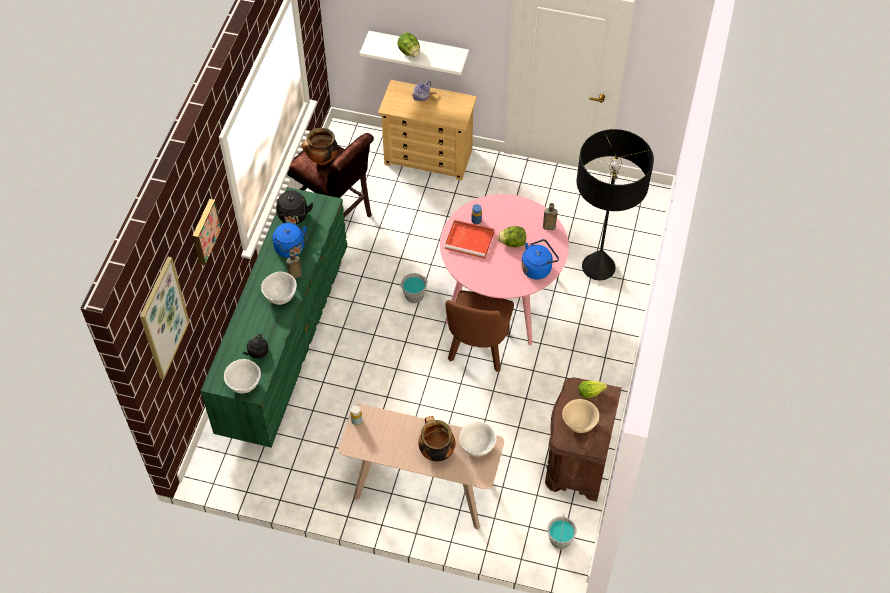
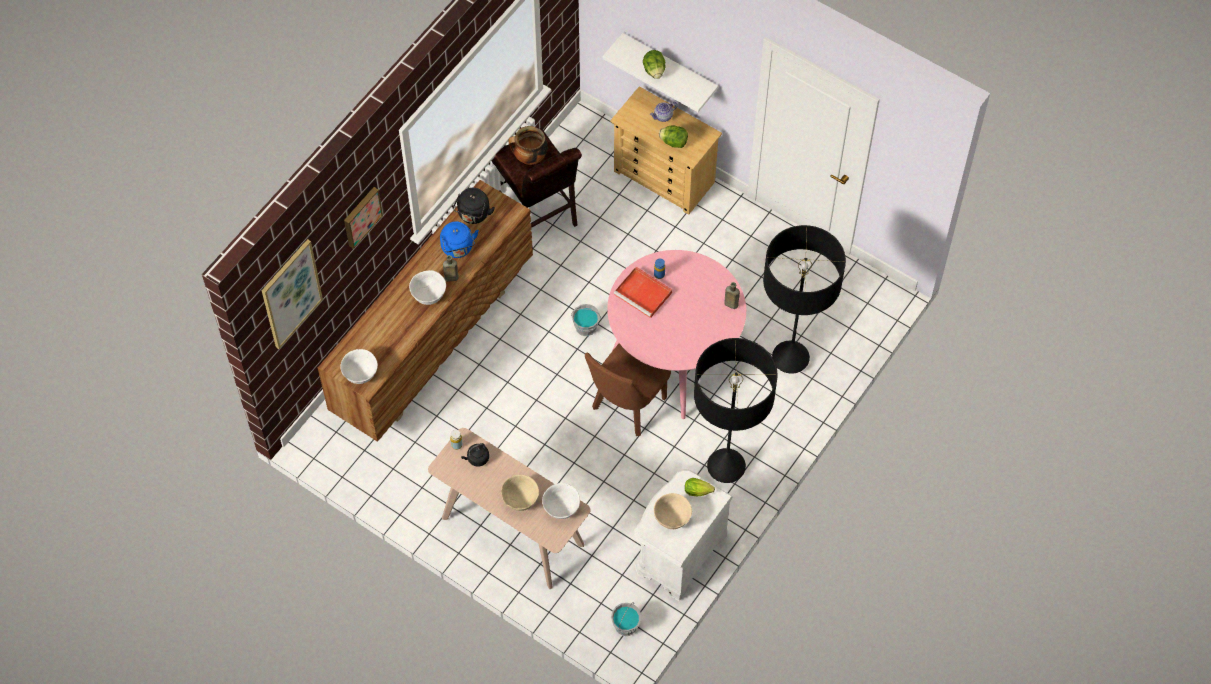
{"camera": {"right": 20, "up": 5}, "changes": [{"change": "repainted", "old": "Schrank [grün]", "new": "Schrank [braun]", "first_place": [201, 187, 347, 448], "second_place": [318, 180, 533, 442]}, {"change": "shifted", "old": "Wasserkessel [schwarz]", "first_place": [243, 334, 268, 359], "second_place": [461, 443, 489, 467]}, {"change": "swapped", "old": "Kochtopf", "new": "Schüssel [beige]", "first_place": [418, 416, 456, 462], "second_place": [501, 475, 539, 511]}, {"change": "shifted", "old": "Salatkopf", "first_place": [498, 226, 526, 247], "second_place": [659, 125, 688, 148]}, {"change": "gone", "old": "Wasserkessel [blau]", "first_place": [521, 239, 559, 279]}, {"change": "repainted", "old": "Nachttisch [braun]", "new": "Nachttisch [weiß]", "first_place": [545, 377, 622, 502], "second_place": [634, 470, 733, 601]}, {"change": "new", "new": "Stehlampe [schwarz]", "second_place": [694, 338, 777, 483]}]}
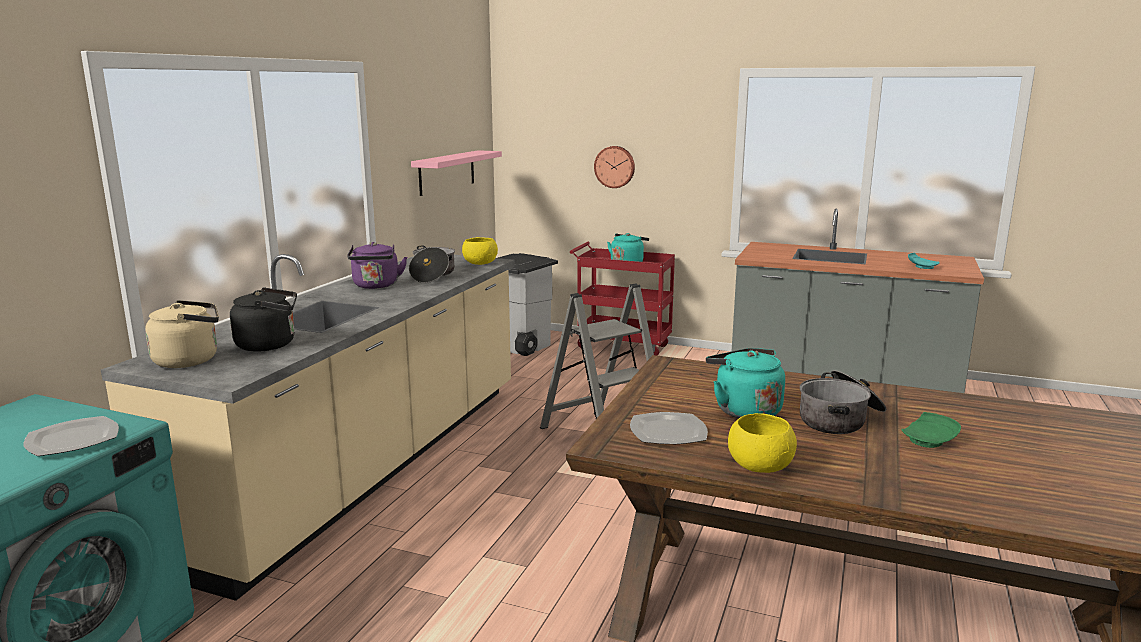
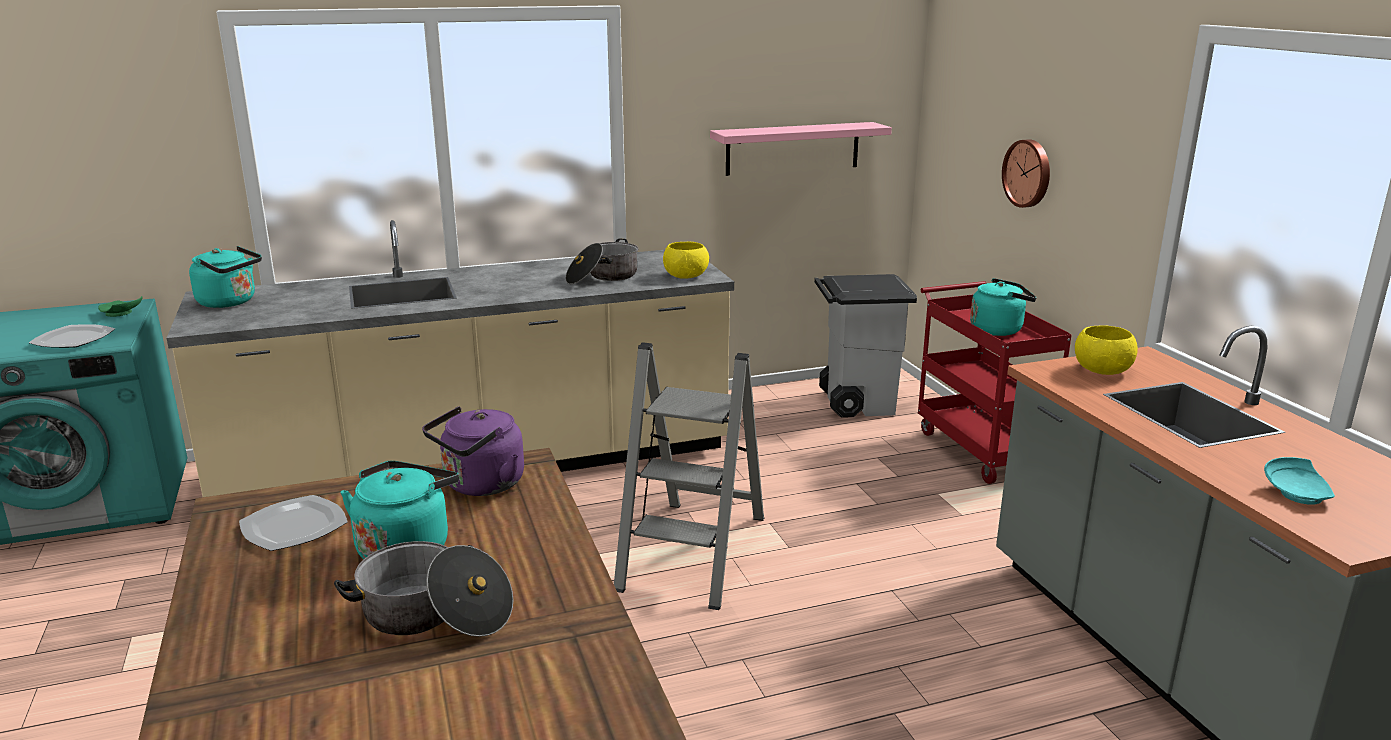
{"camera": {"right": 50, "up": 5}, "changes": [{"change": "repainted", "old": "Wasserkessel [beige]", "new": "Wasserkessel [türkis]", "first_place": [145, 300, 219, 368], "second_place": [189, 246, 262, 308]}, {"change": "gone", "old": "Wasserkessel [schwarz]", "first_place": [230, 288, 297, 351]}, {"change": "shifted", "old": "Wasserkessel [lila]", "first_place": [347, 242, 407, 289], "second_place": [422, 406, 524, 496]}, {"change": "shifted", "old": "Schüssel [gelb]", "first_place": [728, 413, 797, 473], "second_place": [1075, 325, 1138, 375]}, {"change": "shifted", "old": "Teller [grün]", "first_place": [901, 412, 961, 448], "second_place": [98, 296, 142, 317]}]}
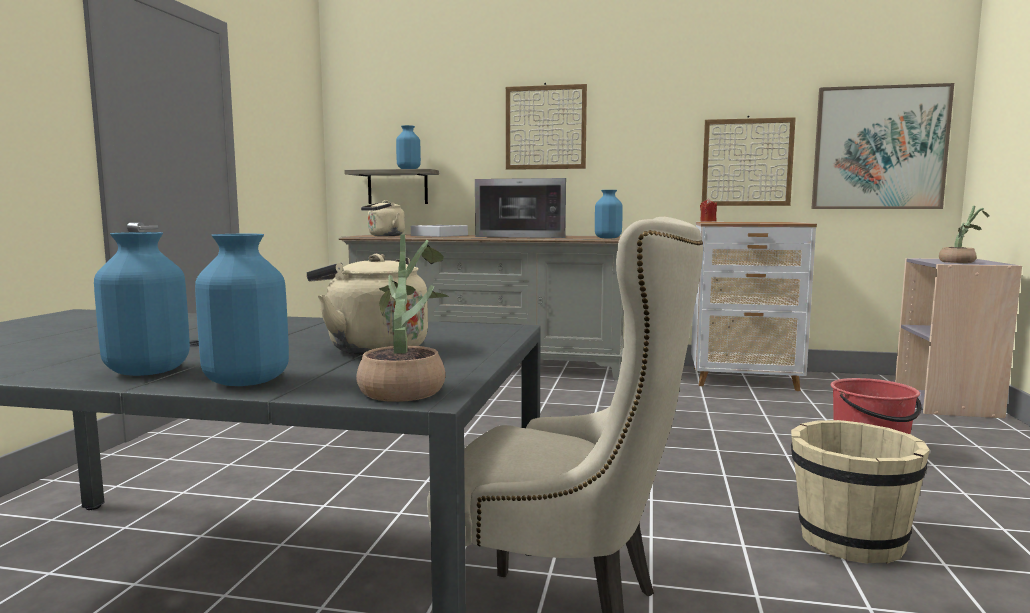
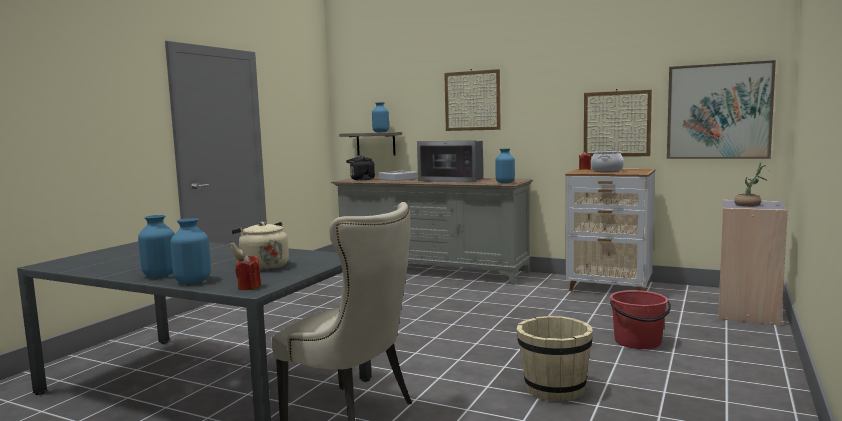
{"camera": {"right": 15, "up": 0}, "changes": [{"change": "swapped", "old": "Topfpflanze", "new": "Kerze [rot]", "first_place": [356, 235, 449, 402], "second_place": [235, 255, 261, 290]}, {"change": "repainted", "old": "Wasserkessel [beige]", "new": "Wasserkessel [schwarz]", "first_place": [361, 200, 405, 236], "second_place": [346, 156, 375, 180]}, {"change": "new", "new": "Kochtopf", "second_place": [591, 151, 624, 172]}]}
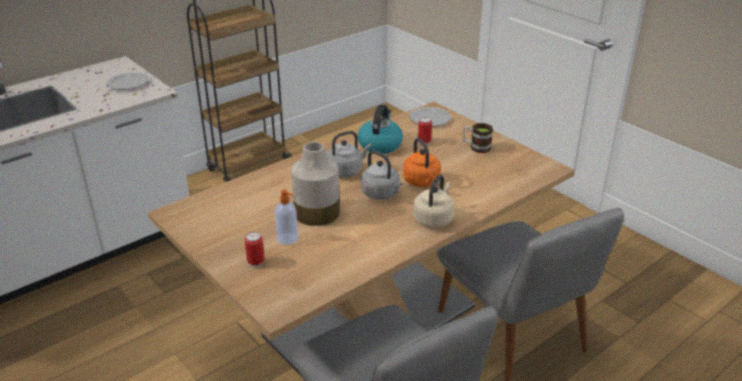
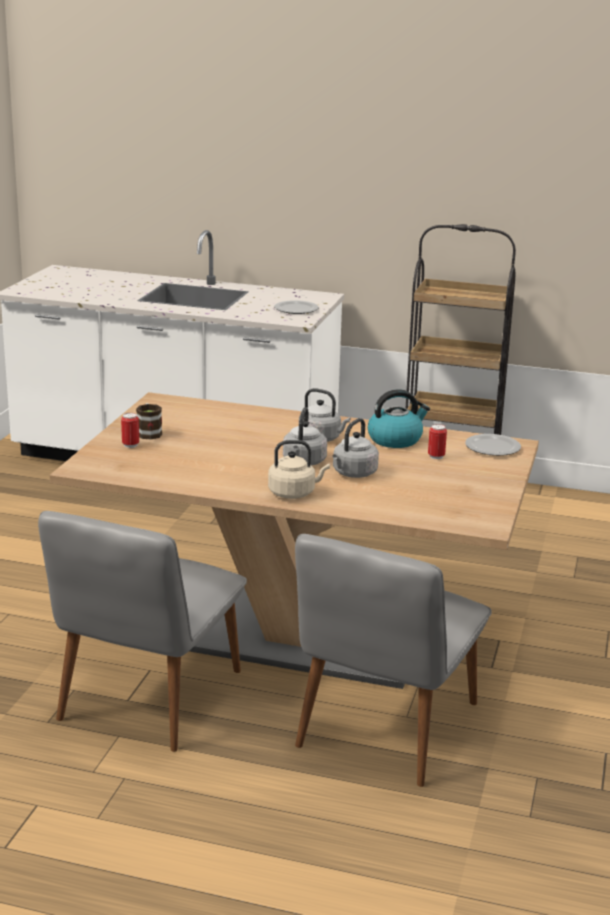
{"camera": {"right": 55, "up": -10}, "changes": [{"change": "gone", "old": "Seifenspender", "first_place": [275, 189, 298, 245]}, {"change": "gone", "old": "Vase [beige]", "first_place": [291, 142, 340, 226]}, {"change": "repainted", "old": "Wasserkessel [orange]", "new": "Wasserkessel [grau]", "first_place": [403, 138, 441, 187], "second_place": [333, 418, 379, 478]}, {"change": "shifted", "old": "Henkelbecher", "first_place": [463, 123, 493, 153], "second_place": [136, 403, 162, 440]}]}
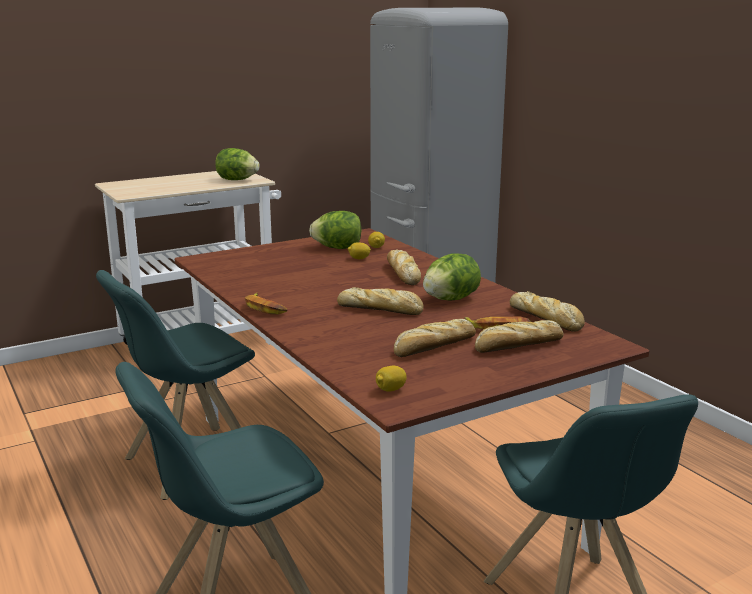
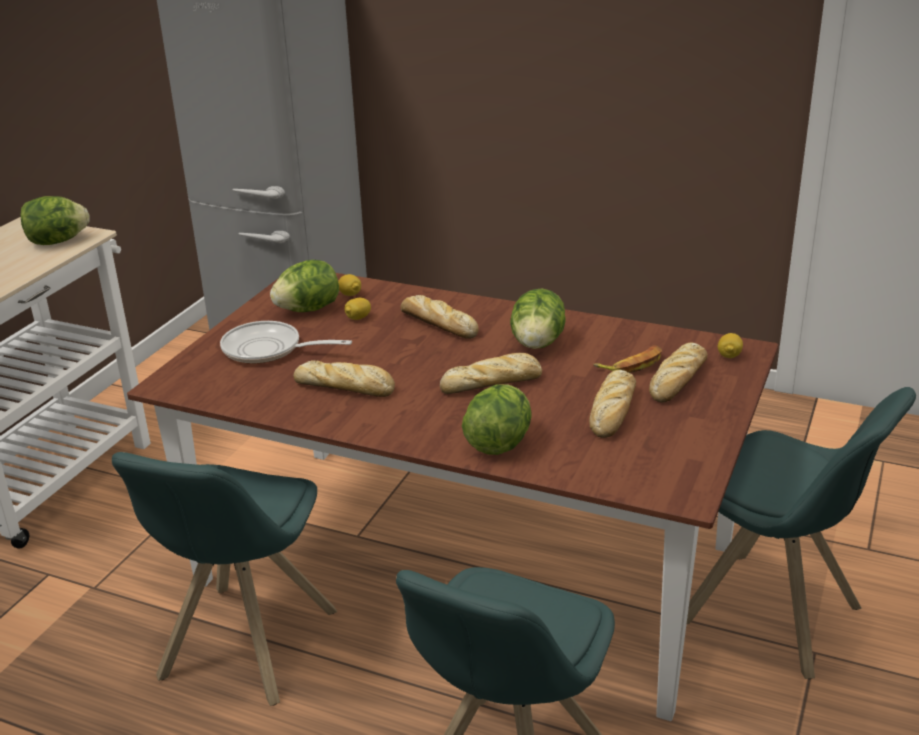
{"camera": {"right": -35, "up": 10}, "changes": [{"change": "gone", "old": "Banane", "first_place": [245, 293, 287, 315]}, {"change": "shifted", "old": "Zitrone", "first_place": [376, 366, 407, 392], "second_place": [718, 333, 743, 358]}, {"change": "shifted", "old": "Brot", "first_place": [510, 291, 585, 332], "second_place": [293, 360, 395, 397]}, {"change": "new", "new": "Pfanne", "second_place": [220, 321, 352, 364]}, {"change": "new", "new": "Salatkopf", "second_place": [462, 384, 532, 455]}]}
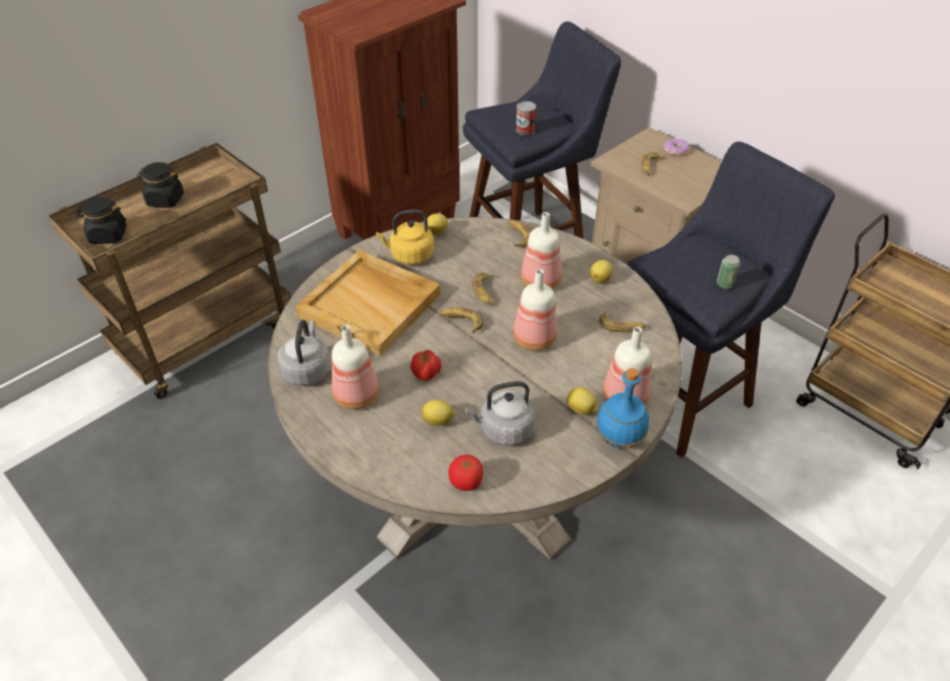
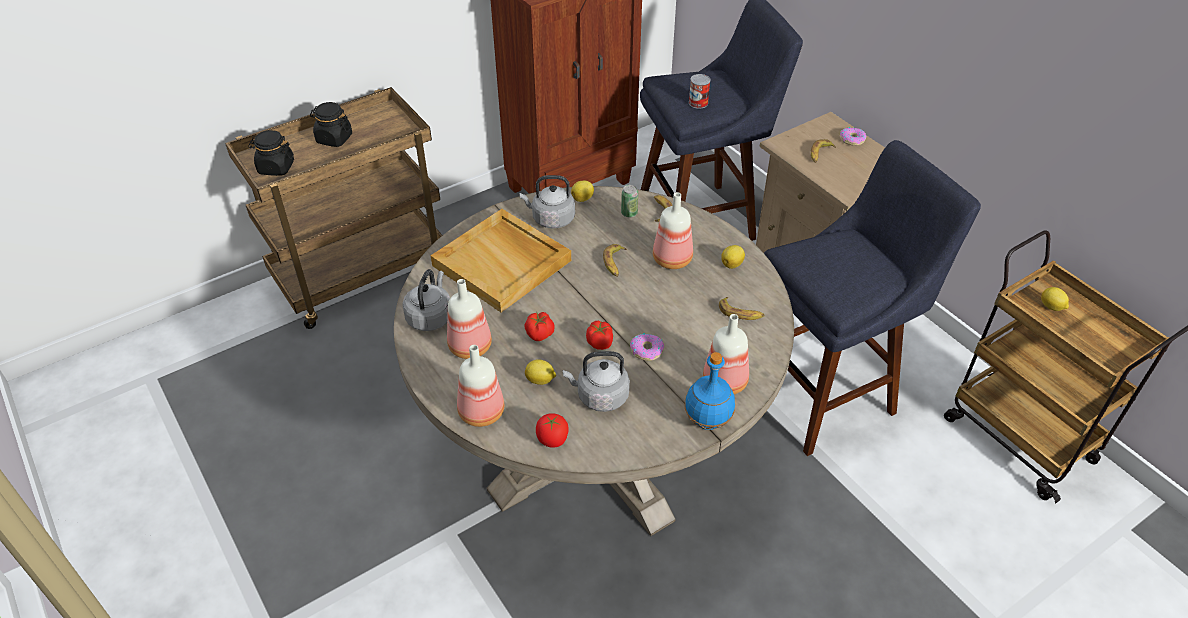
{"camera": {"right": 10, "up": 0}, "changes": [{"change": "repainted", "old": "Wasserkessel [gelb]", "new": "Wasserkessel [grau]", "first_place": [376, 210, 434, 265], "second_place": [520, 175, 575, 228]}, {"change": "gone", "old": "Banane", "first_place": [439, 307, 483, 333]}, {"change": "shifted", "old": "Flasche", "first_place": [513, 269, 557, 351], "second_place": [457, 345, 504, 427]}, {"change": "shifted", "old": "Zitrone", "first_place": [567, 387, 597, 415], "second_place": [1041, 287, 1069, 311]}, {"change": "shifted", "old": "Dose", "first_place": [717, 255, 740, 289], "second_place": [621, 185, 638, 217]}, {"change": "new", "new": "Tomate", "second_place": [586, 321, 613, 350]}, {"change": "new", "new": "Donut", "second_place": [630, 333, 664, 361]}]}
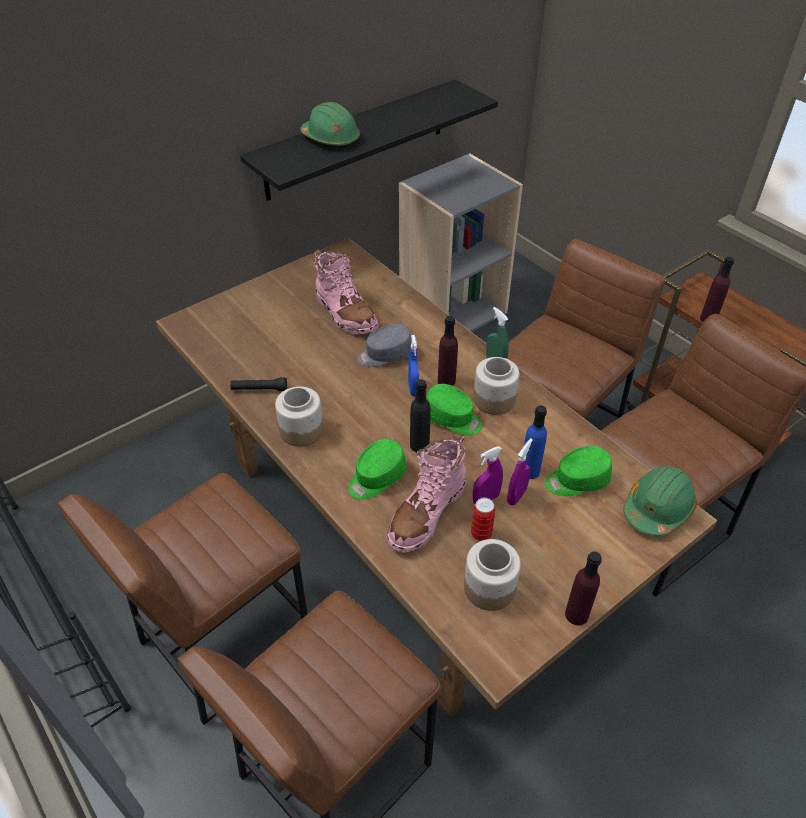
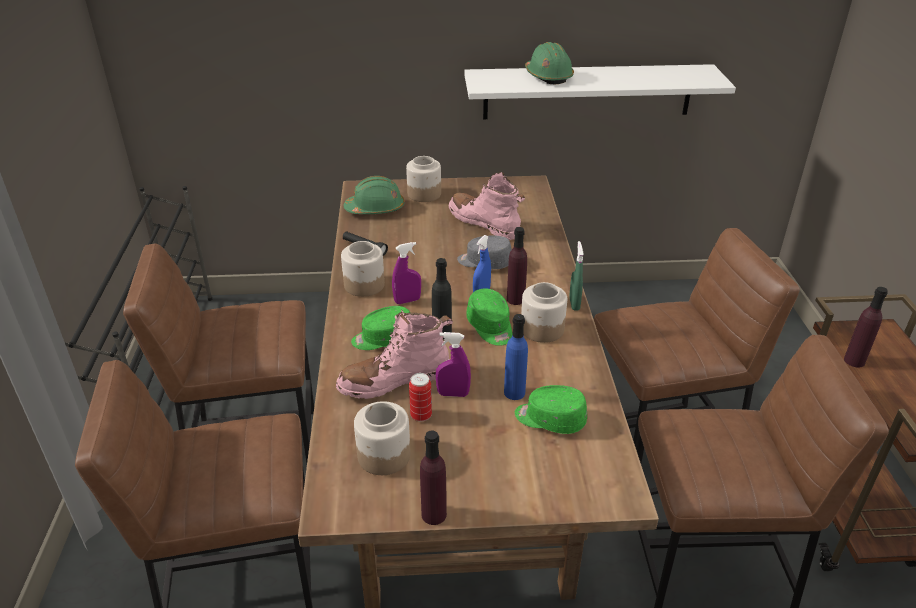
{"camera": {"right": 35, "up": -10}, "changes": [{"change": "repainted", "old": "Wandregal [schwarz]", "new": "Wandregal [weiß]", "first_place": [240, 79, 498, 201], "second_place": [464, 64, 736, 119]}, {"change": "rotated", "old": "Stiefel [rosa]", "first_place": [313, 249, 378, 334], "second_place": [449, 172, 525, 240], "degrees": 135}, {"change": "gone", "old": "Bücherregal [grau]", "first_place": [399, 153, 523, 332]}, {"change": "shifted", "old": "Sprühflasche [lila]", "first_place": [507, 438, 533, 505], "second_place": [392, 242, 421, 304]}, {"change": "shifted", "old": "Schutzhelm [grün]", "first_place": [623, 466, 697, 536], "second_place": [343, 176, 405, 214]}, {"change": "new", "new": "Vorratsglas", "second_place": [406, 156, 441, 202]}]}
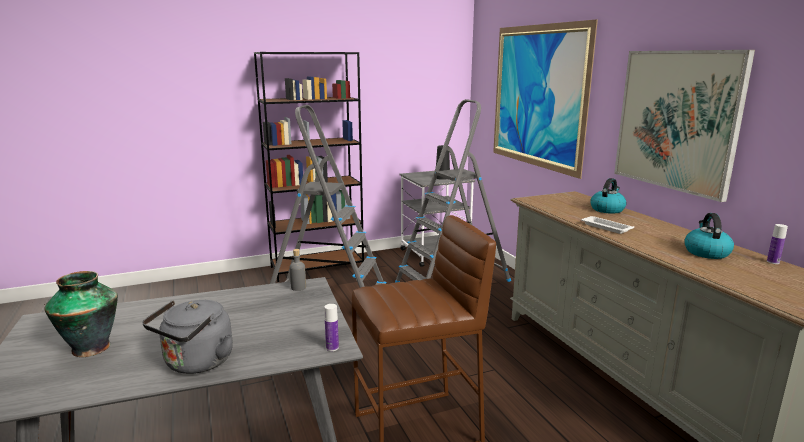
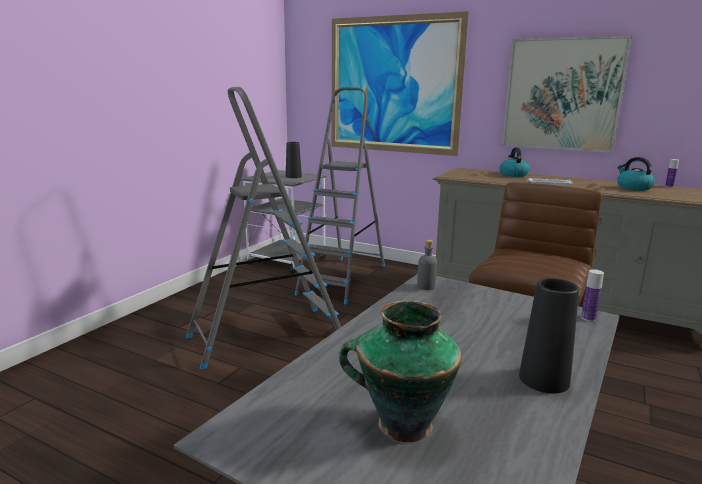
{"camera": {"right": -40, "up": 0}, "changes": [{"change": "swapped", "old": "Wasserkessel [grau]", "new": "Vase [schwarz]", "first_place": [142, 300, 233, 374], "second_place": [519, 278, 579, 394]}, {"change": "gone", "old": "Bücherregal [braun]", "first_place": [254, 52, 364, 282]}]}
